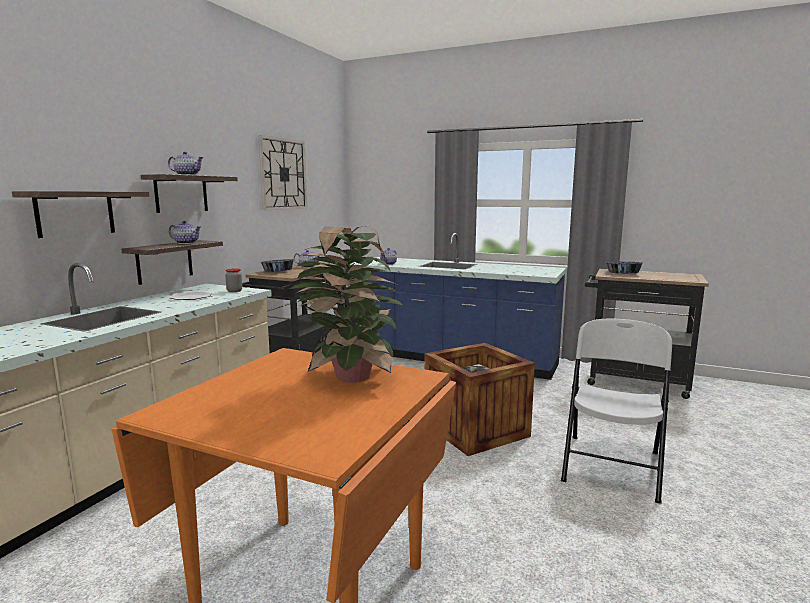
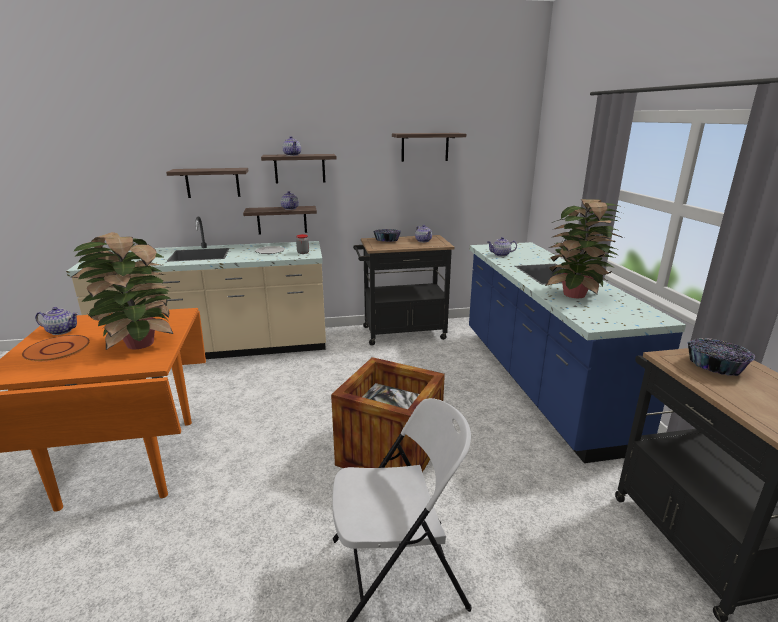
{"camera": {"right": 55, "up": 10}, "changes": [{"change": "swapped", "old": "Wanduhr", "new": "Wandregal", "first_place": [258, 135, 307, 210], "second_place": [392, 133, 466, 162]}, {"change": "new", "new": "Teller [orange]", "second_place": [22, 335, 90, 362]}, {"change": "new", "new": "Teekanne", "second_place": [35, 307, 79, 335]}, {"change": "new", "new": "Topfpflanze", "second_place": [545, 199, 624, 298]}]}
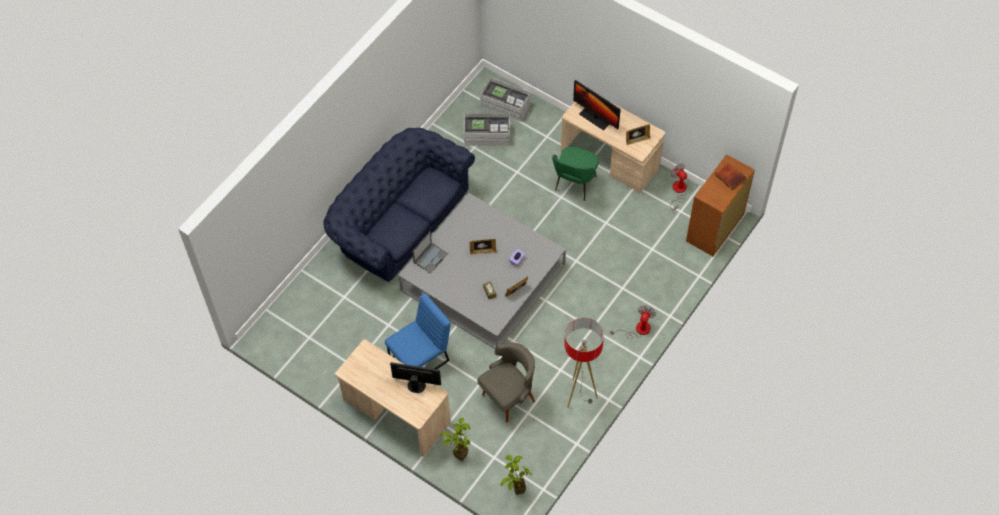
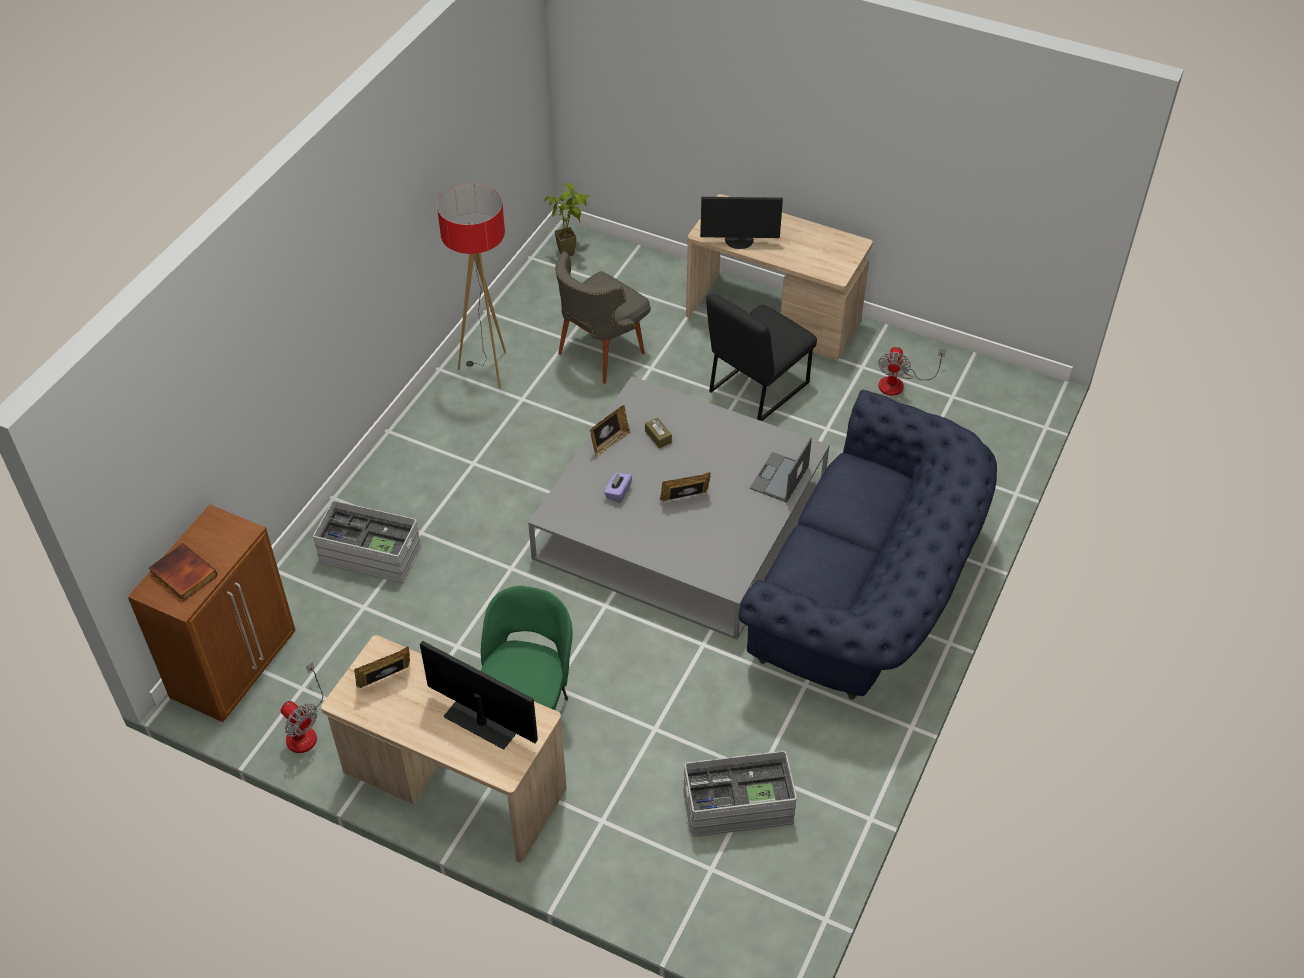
{"camera": {"right": 170, "up": -10}, "changes": [{"change": "repainted", "old": "Stuhl [blau]", "new": "Stuhl [schwarz]", "first_place": [385, 293, 450, 369], "second_place": [706, 293, 817, 421]}, {"change": "gone", "old": "Topfpflanze", "first_place": [440, 418, 470, 461]}, {"change": "shifted", "old": "Aufbewahrungsbox [grau]", "first_place": [480, 78, 531, 122], "second_place": [313, 501, 422, 583]}, {"change": "shifted", "old": "Ventilator", "first_place": [610, 306, 656, 339], "second_place": [878, 347, 946, 396]}]}
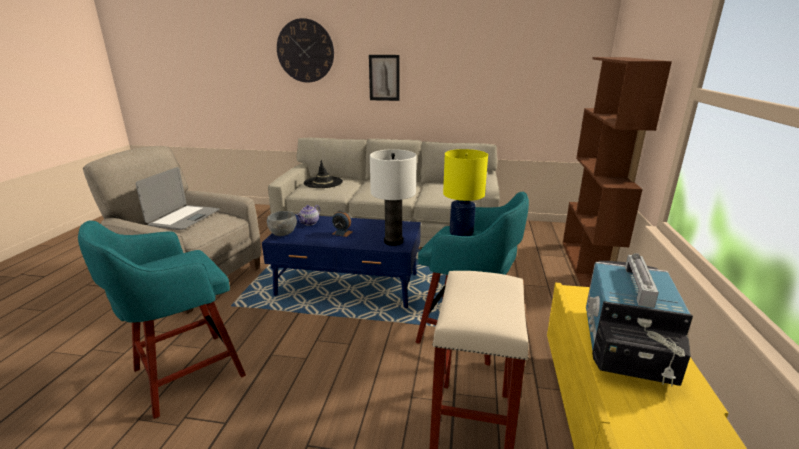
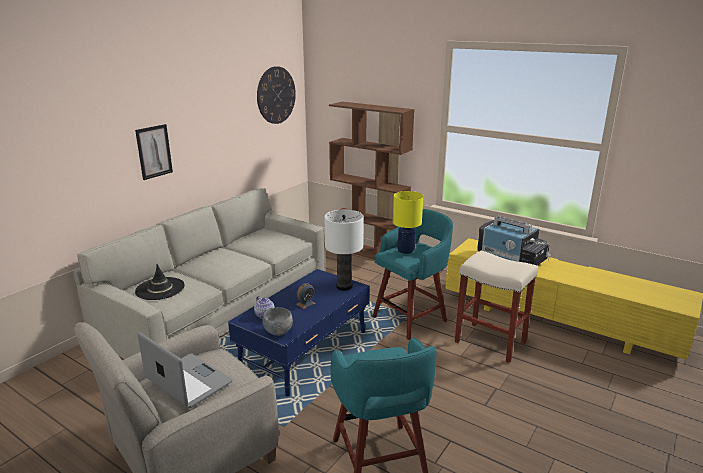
{"camera": {"right": -65, "up": 0}, "changes": [{"change": "shifted", "old": "Wanduhr", "first_place": [277, 18, 334, 82], "second_place": [257, 66, 296, 124]}]}
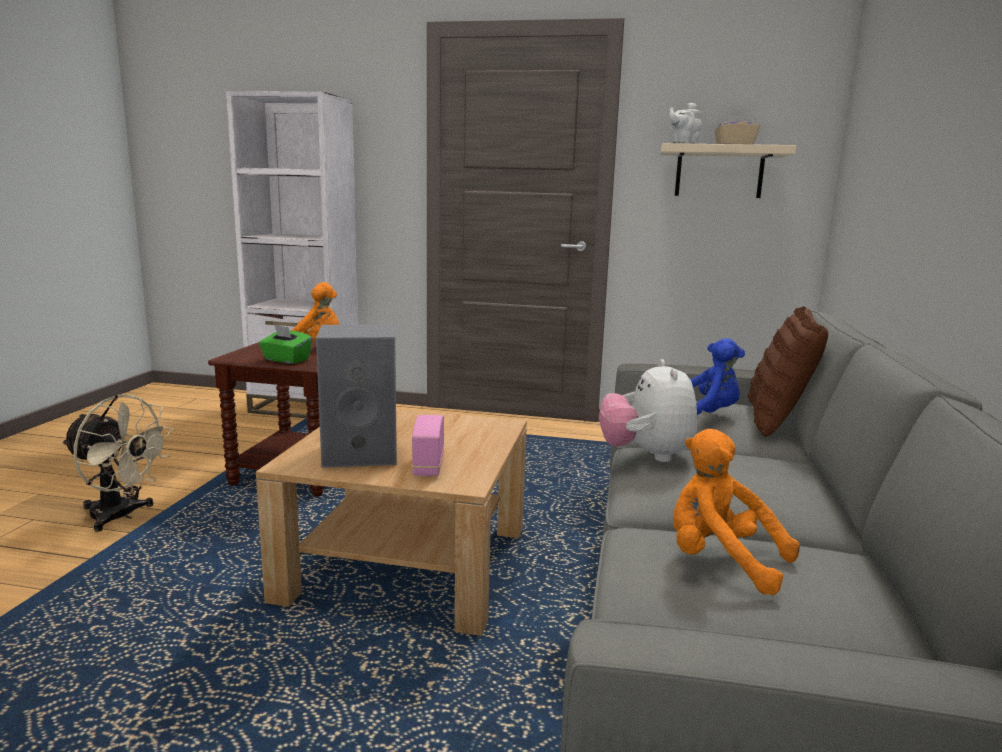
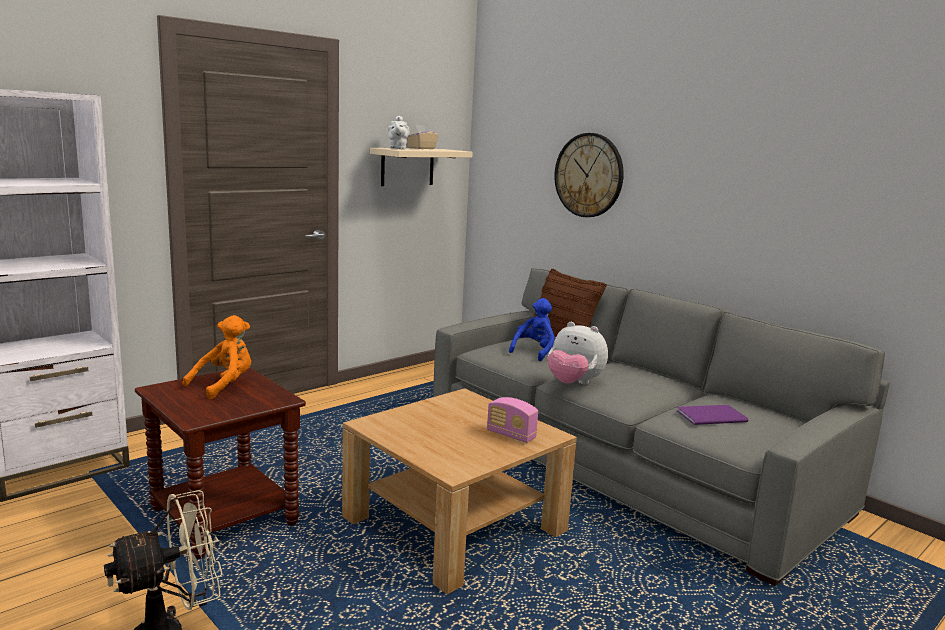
{"camera": {"right": -55, "up": 0}, "changes": [{"change": "gone", "old": "Taschentuchbox [grün]", "first_place": [259, 325, 313, 364]}, {"change": "gone", "old": "Lautsprecher [grau]", "first_place": [316, 324, 397, 468]}, {"change": "swapped", "old": "Plüschtier [orange]", "new": "Buch [lila]", "first_place": [673, 429, 800, 595], "second_place": [677, 405, 748, 425]}, {"change": "new", "new": "Wanduhr", "second_place": [554, 133, 624, 217]}]}
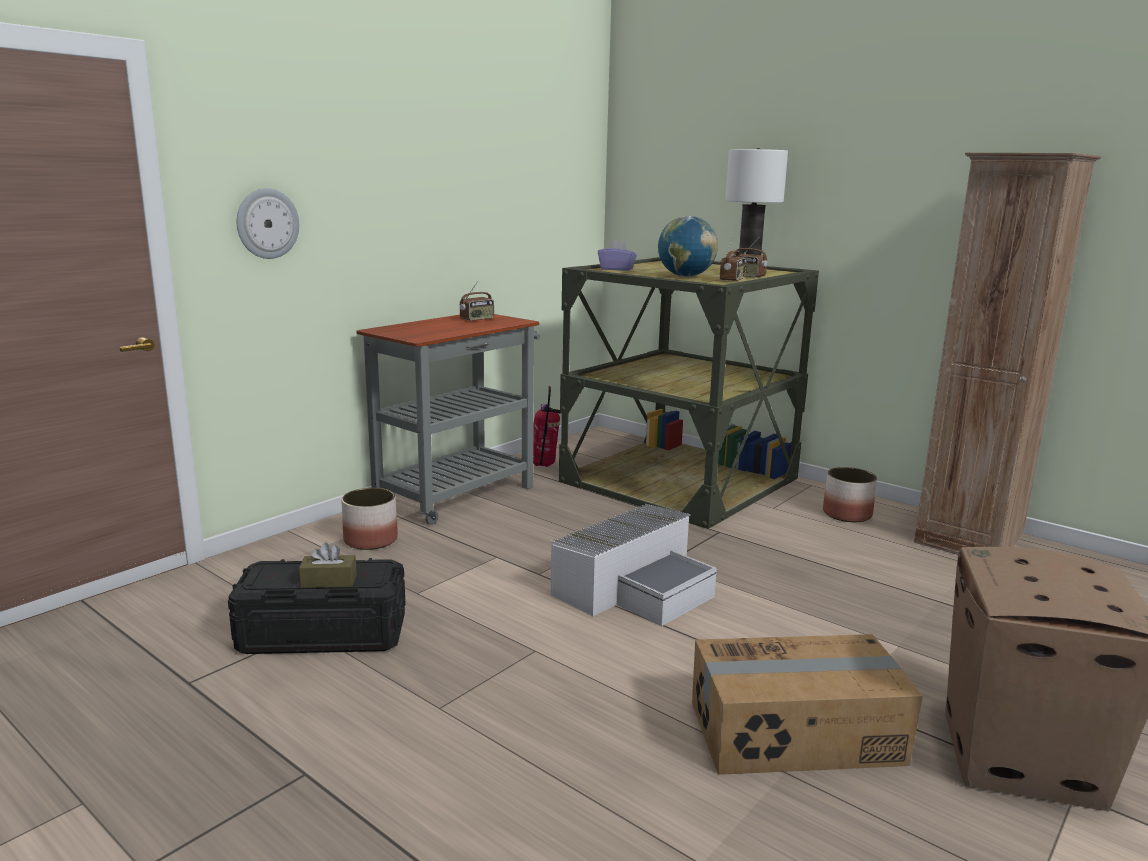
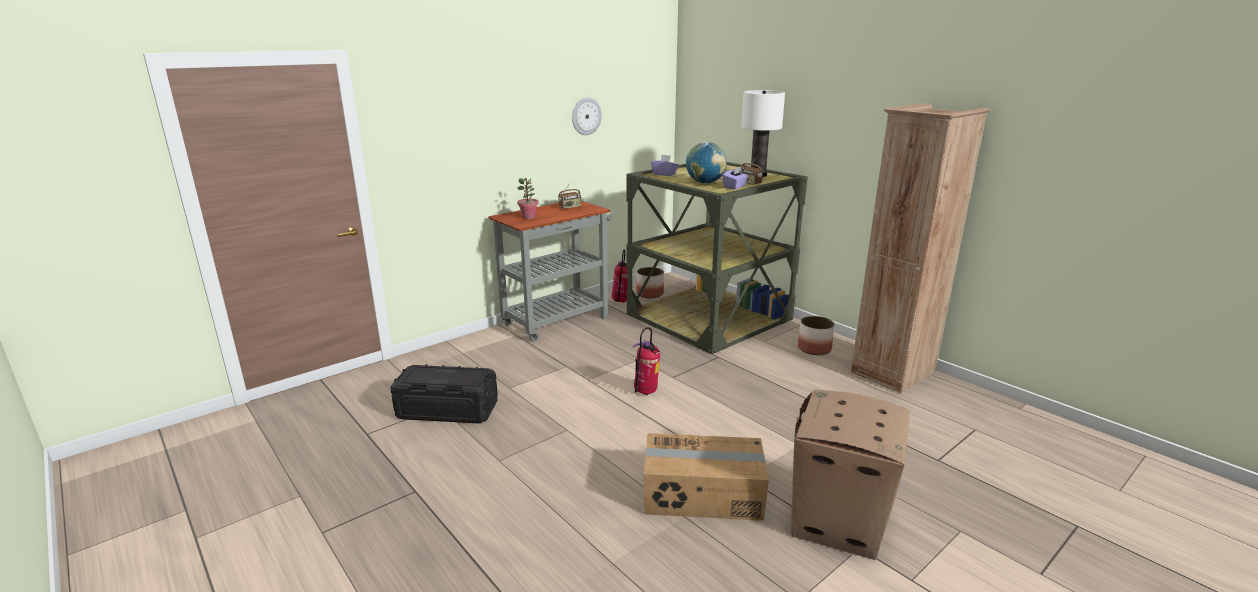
{"camera": {"right": 10, "up": 5}, "changes": [{"change": "shifted", "old": "Wanduhr", "first_place": [237, 188, 299, 259], "second_place": [572, 97, 602, 135]}, {"change": "gone", "old": "Taschentuchbox [braun]", "first_place": [299, 542, 357, 588]}, {"change": "shifted", "old": "Pflanzkübel", "first_place": [341, 488, 398, 550], "second_place": [636, 267, 664, 298]}, {"change": "swapped", "old": "Aufbewahrungsbox [weiß]", "new": "Feuerlöscher", "first_place": [551, 504, 717, 626], "second_place": [633, 327, 660, 395]}, {"change": "swapped", "old": "Radio", "new": "Taschentuchbox [lila]", "first_place": [720, 238, 747, 282], "second_place": [722, 166, 748, 190]}, {"change": "new", "new": "Topfpflanze", "second_place": [517, 178, 539, 219]}]}
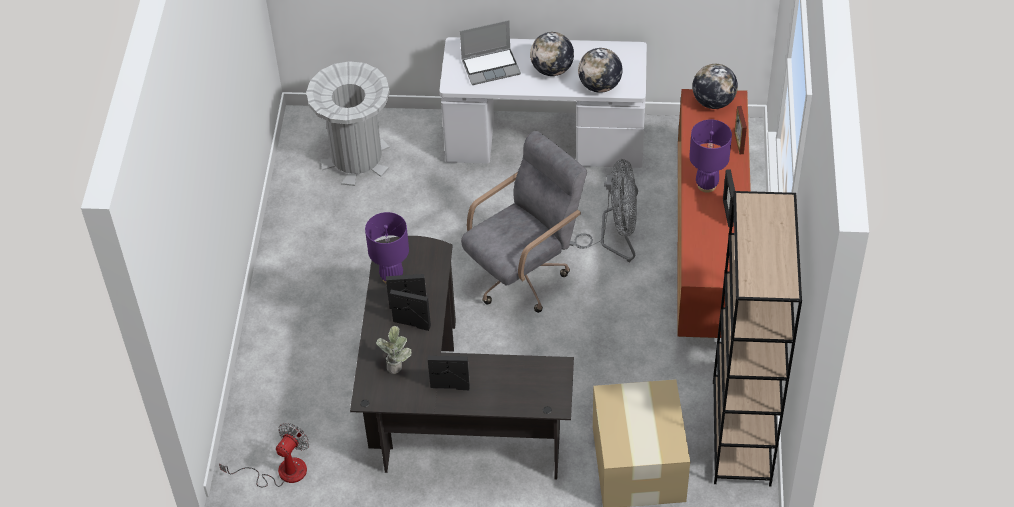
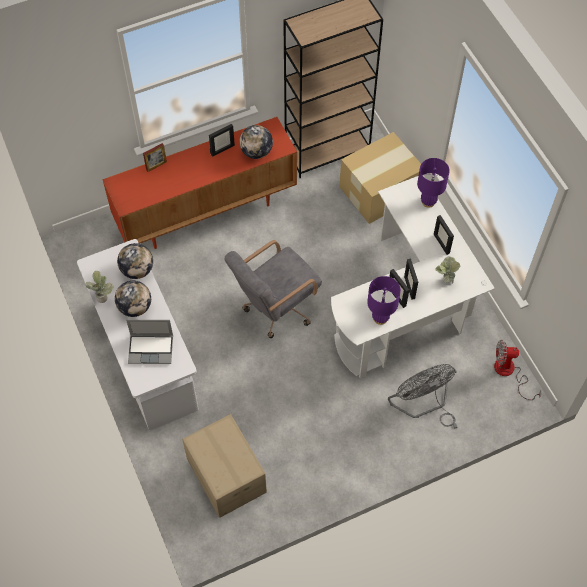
{"camera": {"right": -120, "up": 10}, "changes": [{"change": "swapped", "old": "Mülleimer [grau]", "new": "Karton", "first_place": [306, 61, 390, 186], "second_place": [182, 414, 267, 518]}, {"change": "repainted", "old": "Schreibtisch [schwarz]", "new": "Schreibtisch [weiß]", "first_place": [350, 236, 574, 480], "second_place": [331, 176, 495, 378]}, {"change": "rotated", "old": "Laptop", "first_place": [460, 20, 521, 85], "second_place": [126, 320, 173, 364], "degrees": 135}, {"change": "rotated", "old": "Bürostuhl [grau]", "first_place": [461, 131, 587, 313], "second_place": [224, 240, 322, 338], "degrees": -60}, {"change": "shifted", "old": "Ventilator [grau]", "first_place": [570, 159, 638, 263], "second_place": [388, 364, 457, 429]}, {"change": "shifted", "old": "Tischlampe [lila]", "first_place": [689, 119, 732, 193], "second_place": [417, 158, 450, 208]}, {"change": "shifted", "old": "Globus", "first_place": [692, 64, 738, 109], "second_place": [239, 125, 273, 159]}, {"change": "new", "new": "Topfpflanze", "second_place": [86, 271, 114, 303]}]}
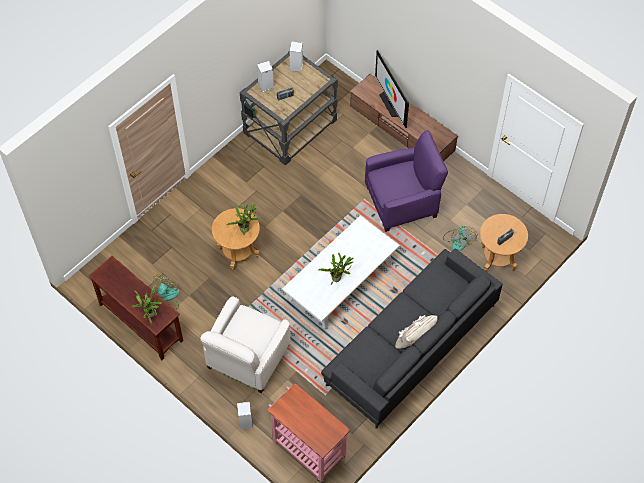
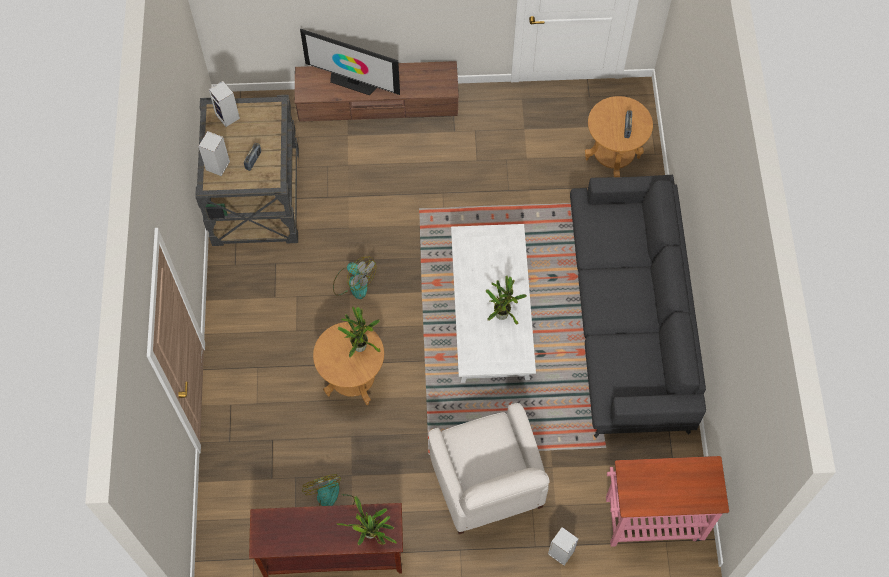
{"camera": {"right": -45, "up": 5}, "changes": [{"change": "gone", "old": "Sessel [lila]", "first_place": [365, 130, 448, 232]}, {"change": "gone", "old": "Kissen [beige]", "first_place": [395, 315, 438, 349]}, {"change": "shifted", "old": "Ventilator", "first_place": [443, 226, 477, 251], "second_place": [333, 257, 376, 299]}]}
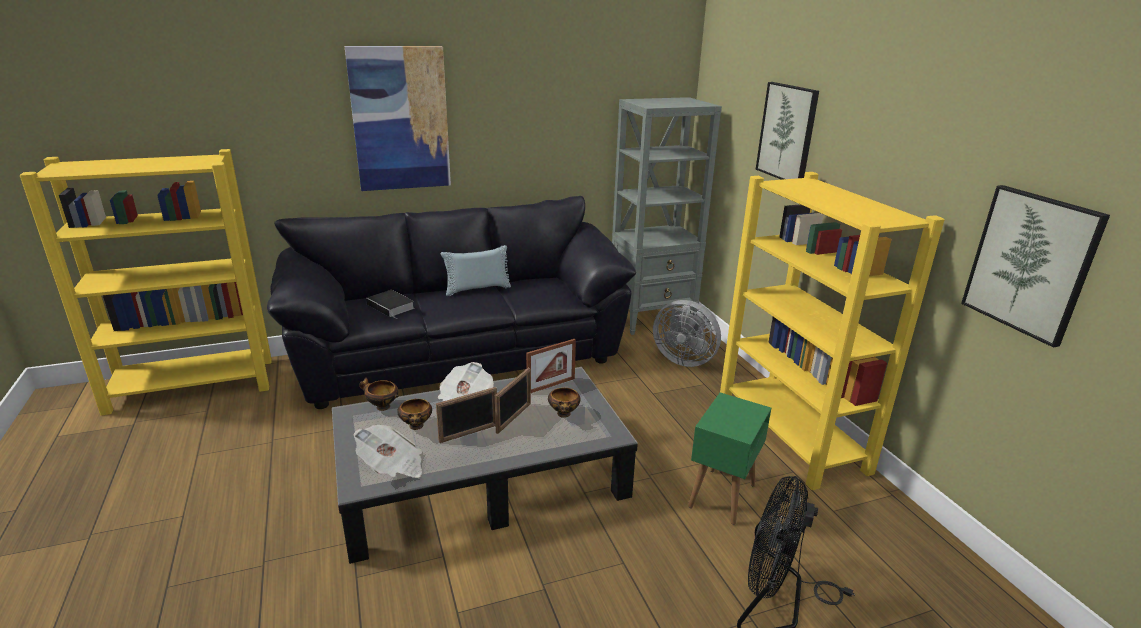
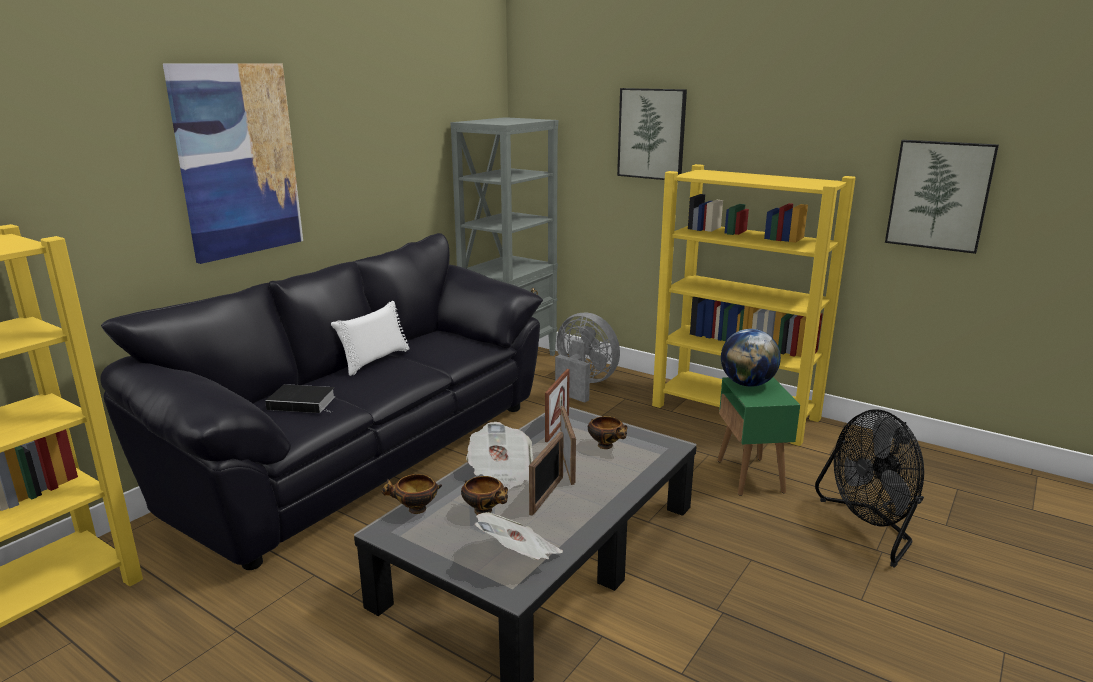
{"camera": {"right": -35, "up": -5}, "changes": [{"change": "repainted", "old": "Kissen [blau]", "new": "Kissen [weiß]", "first_place": [441, 245, 511, 296], "second_place": [331, 301, 410, 376]}, {"change": "rotated", "old": "Ventilator [grau]", "first_place": [653, 300, 721, 367], "second_place": [555, 313, 620, 403], "degrees": -135}, {"change": "new", "new": "Globus", "second_place": [721, 329, 781, 387]}]}
